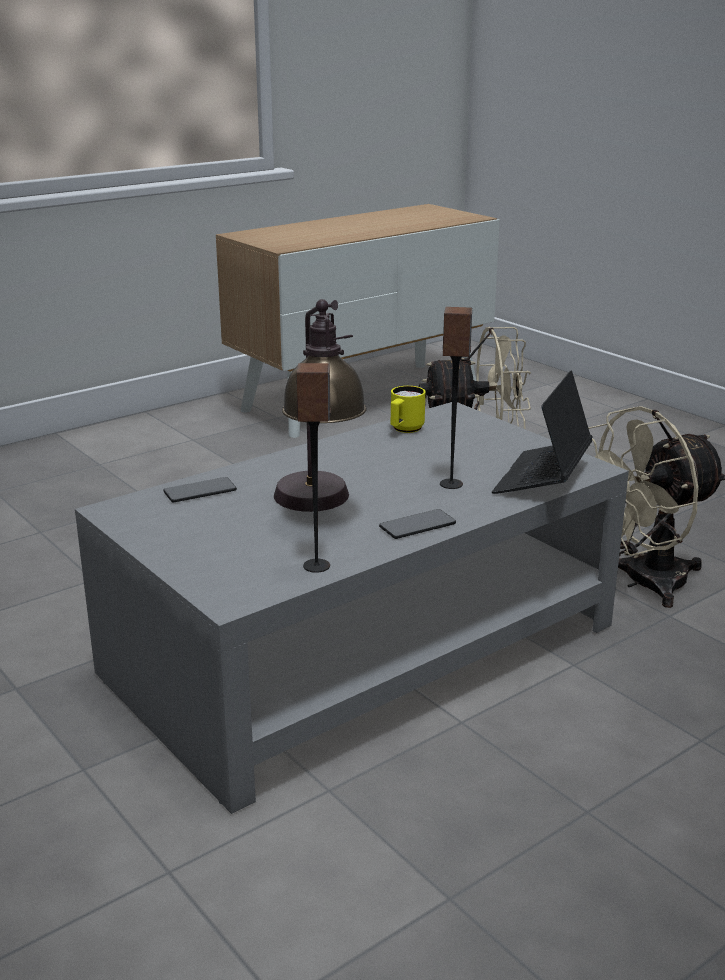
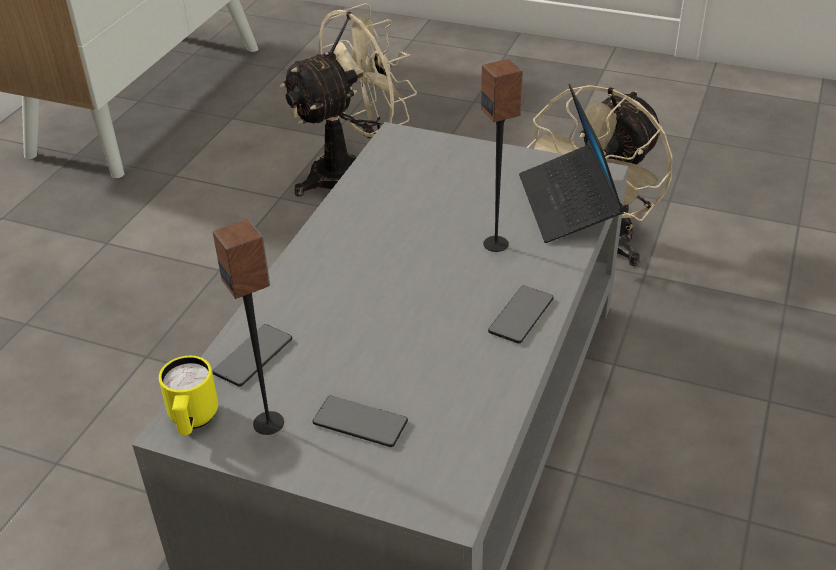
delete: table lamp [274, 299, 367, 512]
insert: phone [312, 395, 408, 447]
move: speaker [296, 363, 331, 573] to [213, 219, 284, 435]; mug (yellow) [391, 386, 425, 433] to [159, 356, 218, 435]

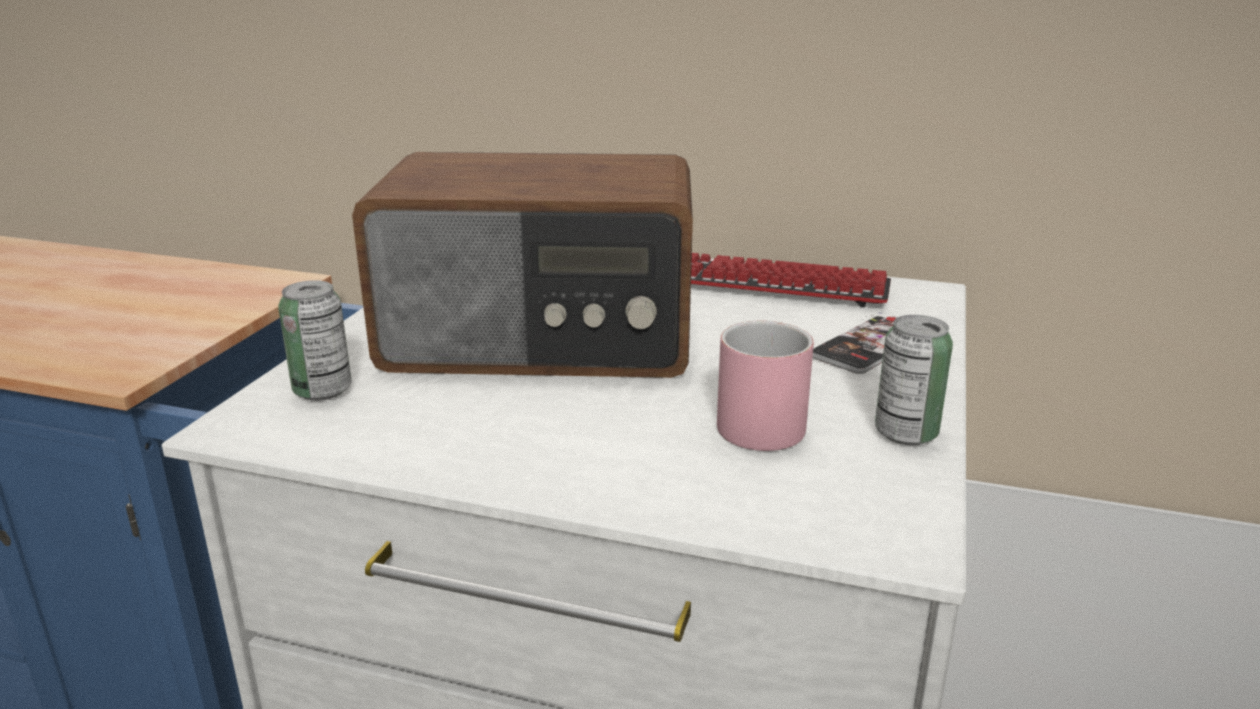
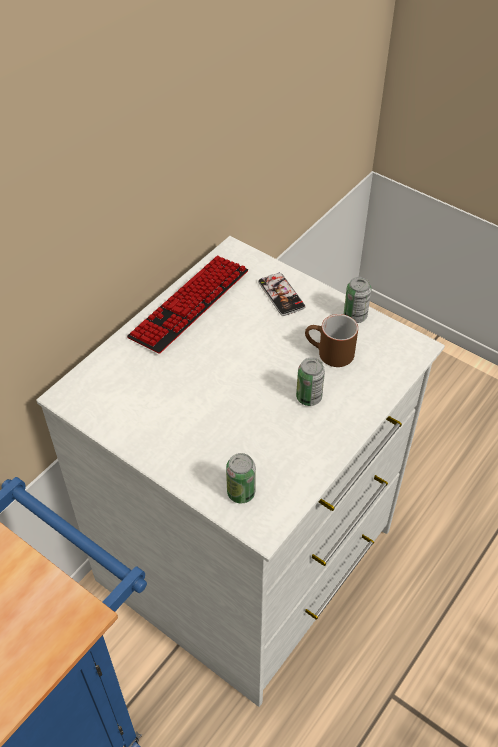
delete: radio [352, 152, 693, 378]
insert: can [296, 358, 325, 406]
recolor: mug (pink) [717, 321, 814, 451] to mug (brown) [305, 314, 358, 367]

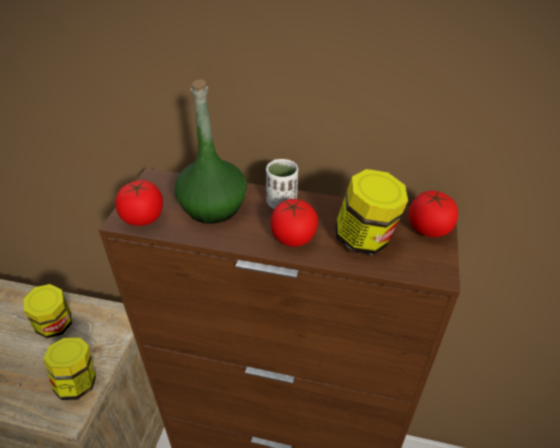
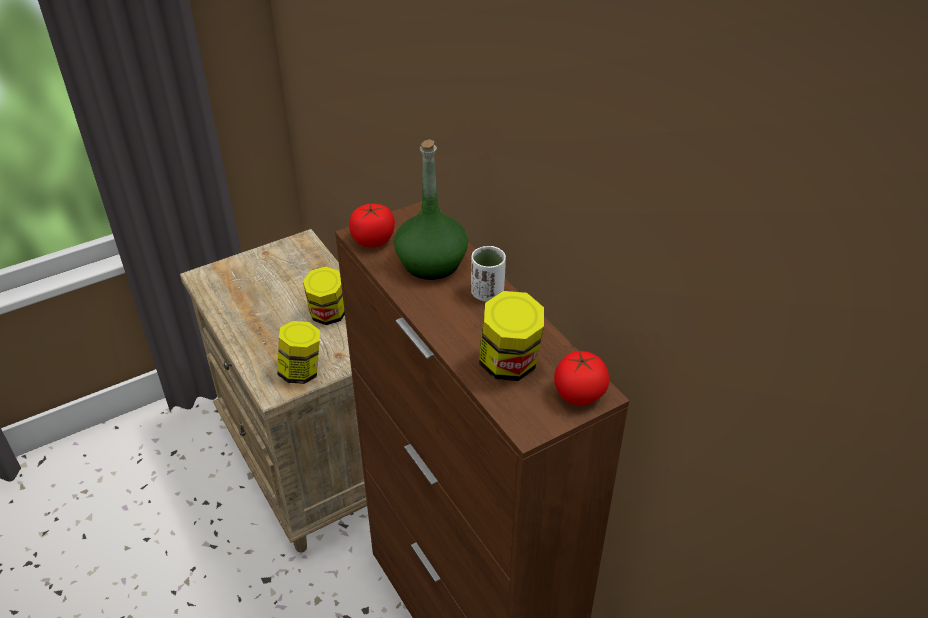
delete: tomato [271, 199, 318, 247]

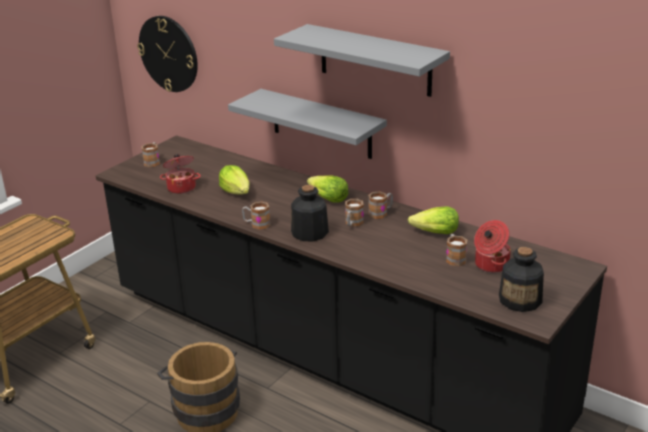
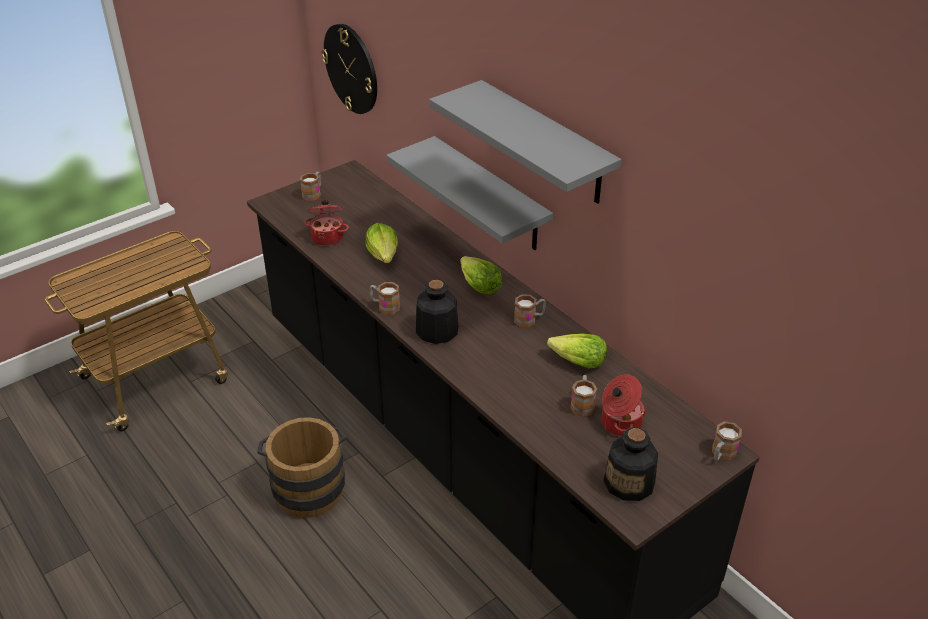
move: mug [345, 199, 364, 226] to [712, 421, 742, 461]

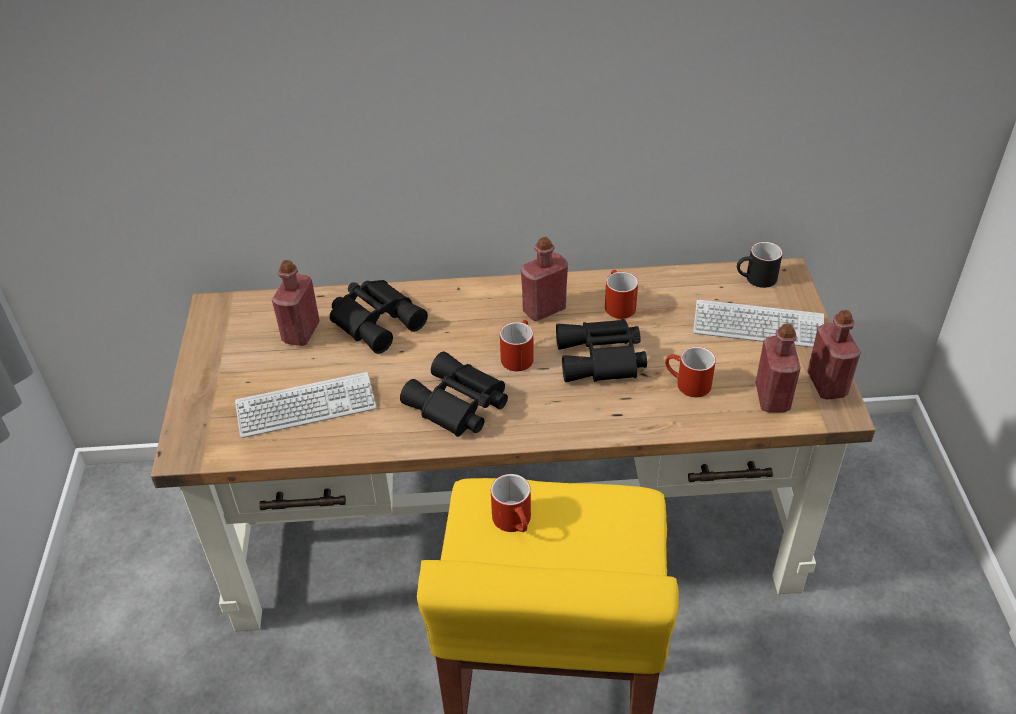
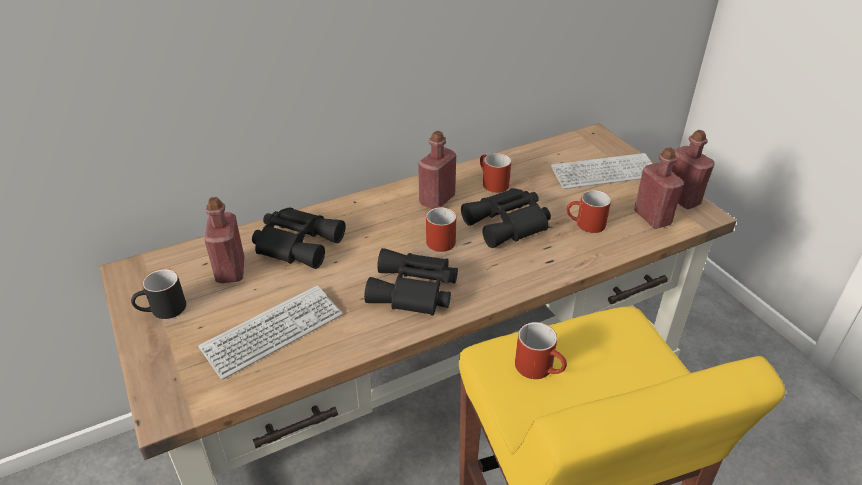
move: mug (black) [737, 242, 783, 288] to [131, 269, 186, 319]

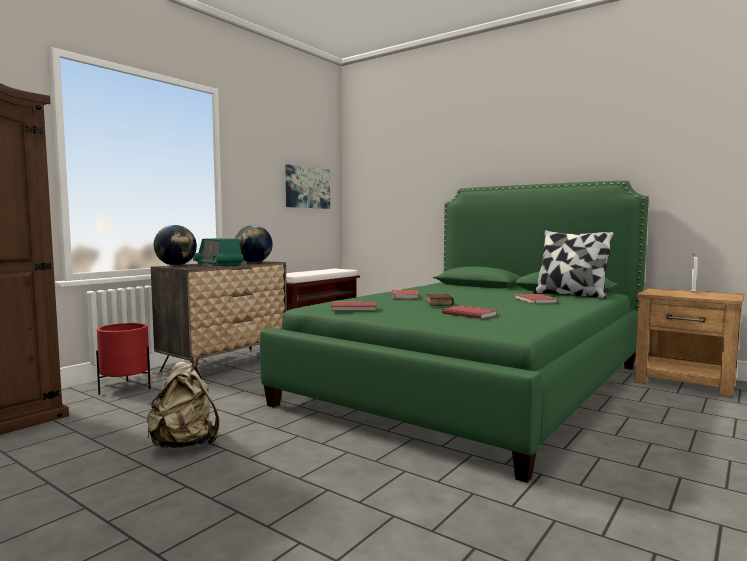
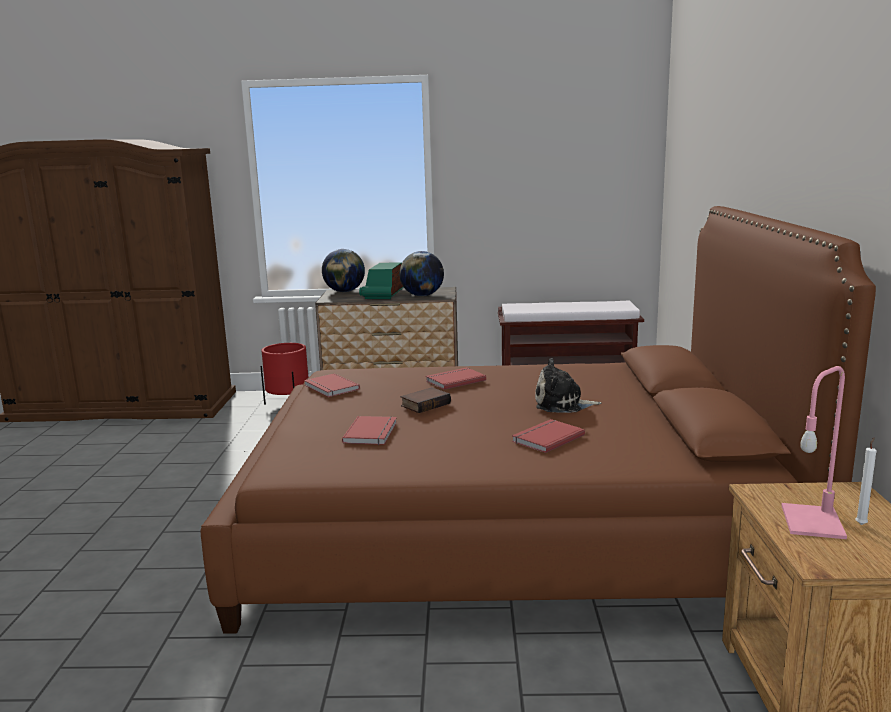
delete: backpack (beige) [147, 357, 219, 448]; picture [285, 164, 330, 209]; pillow [533, 230, 614, 299]
insert: plush toy [535, 358, 601, 412]; table lamp (pink) [781, 366, 847, 539]
recolor: bed (green) [260, 181, 649, 483] to bed (brown) [200, 206, 876, 634]

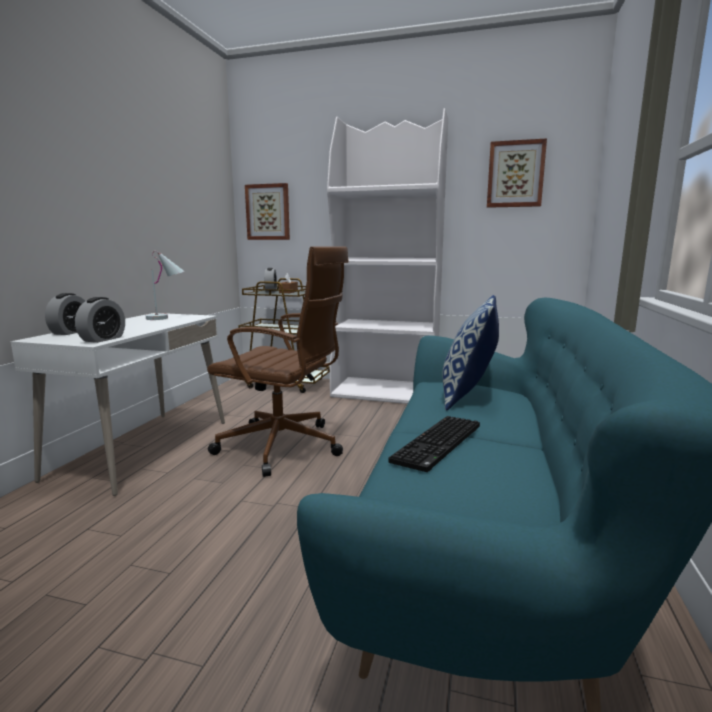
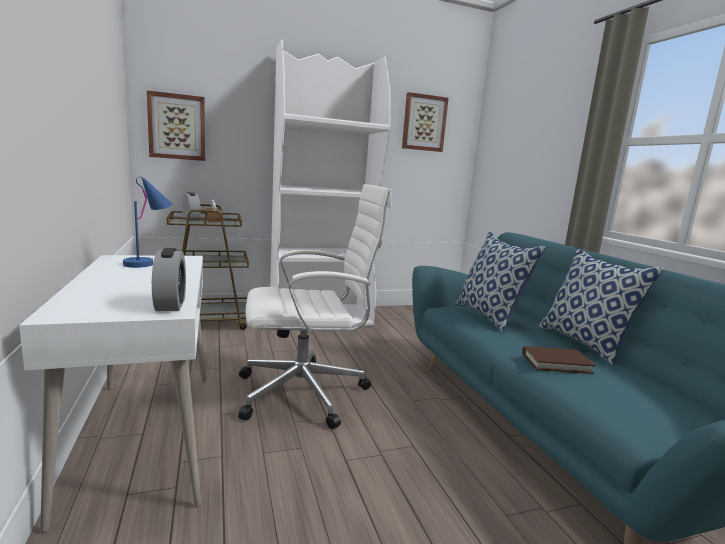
delete: alarm clock [45, 293, 85, 335]
insert: pillow [539, 247, 664, 365]
replace: keyboard [388, 416, 480, 472] to book (brown) [522, 346, 596, 374]
recolor: table lamp (white) [146, 251, 184, 320] to table lamp (blue) [123, 176, 173, 268]; office chair (brown) [207, 246, 349, 477] to office chair (white) [238, 184, 392, 429]

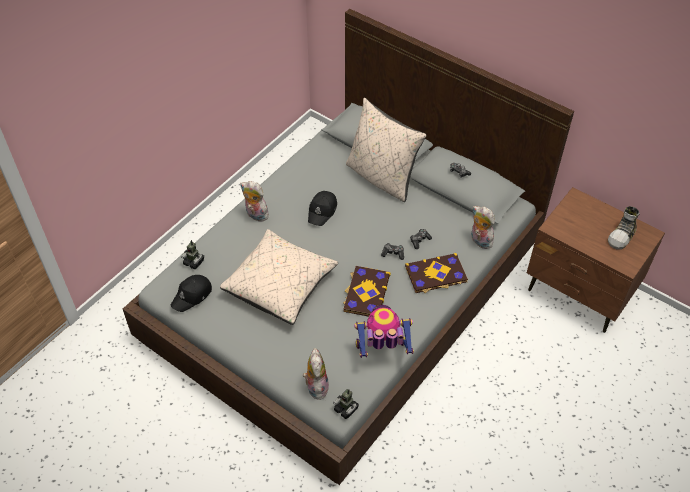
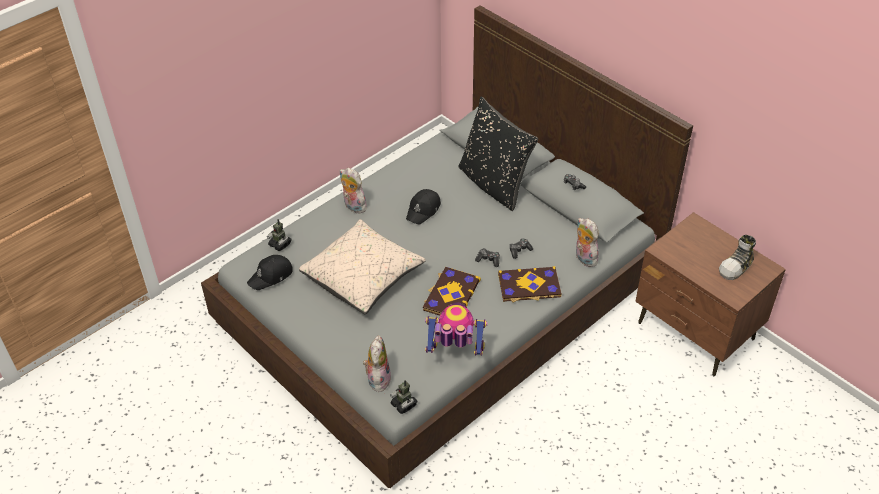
recolor: pillow (beige) [346, 98, 426, 202] to pillow (black) [458, 96, 538, 211]

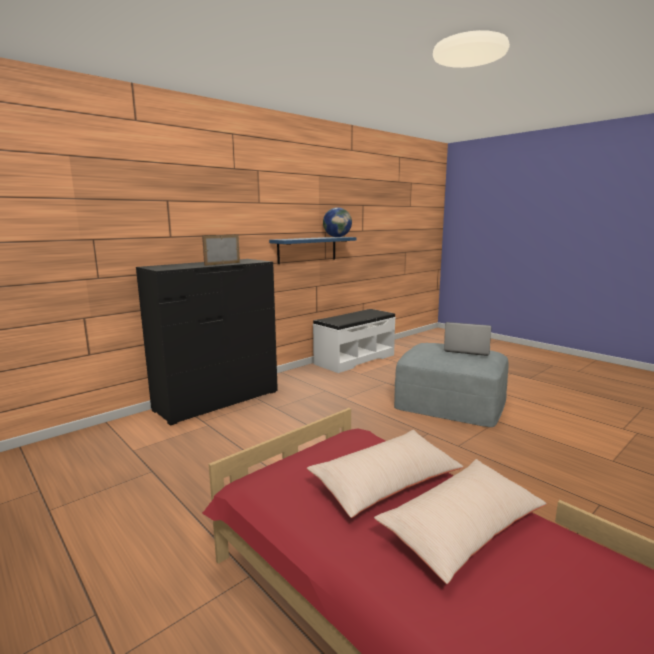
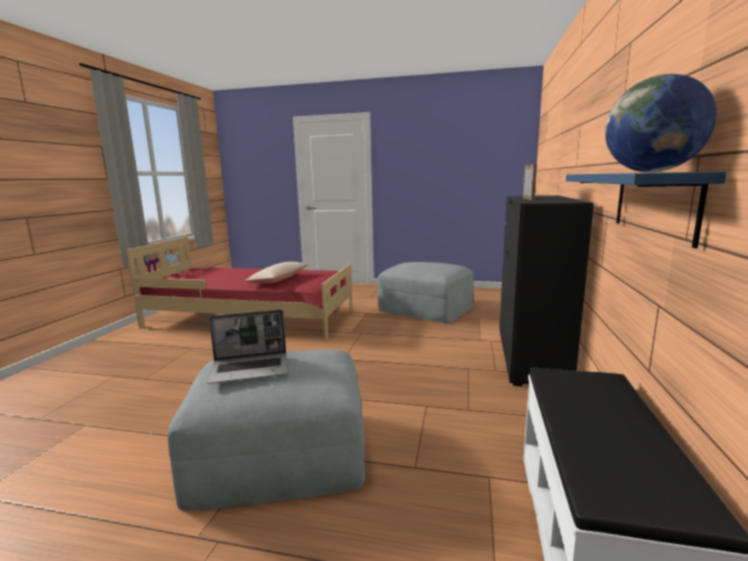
delete: pillow (beige) [374, 459, 547, 584]
insert: ottoman (grey) [378, 262, 474, 323]

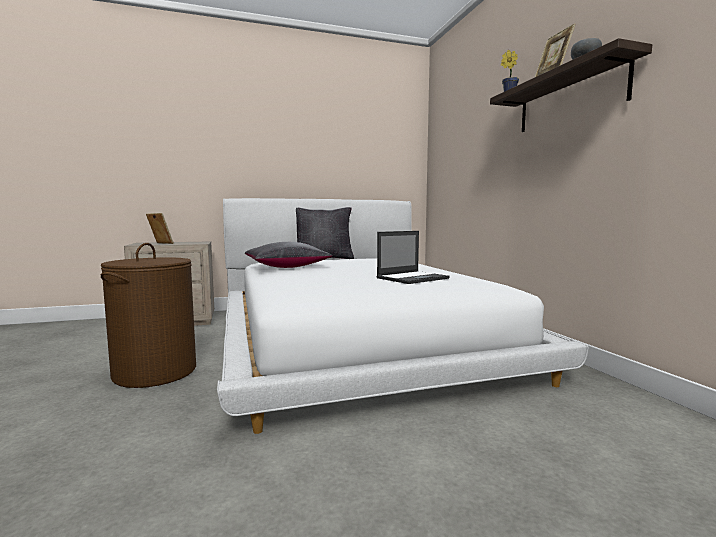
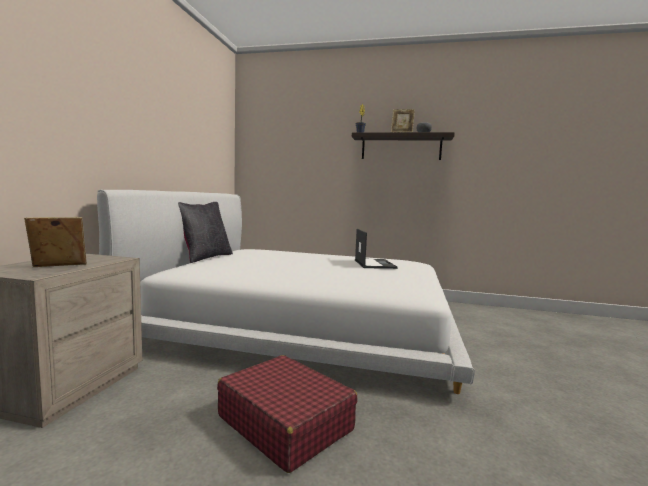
delete: pillow (black) [245, 242, 333, 268]
replace: laundry basket (brown) [101, 243, 196, 388] to suitcase (red) [217, 355, 358, 473]

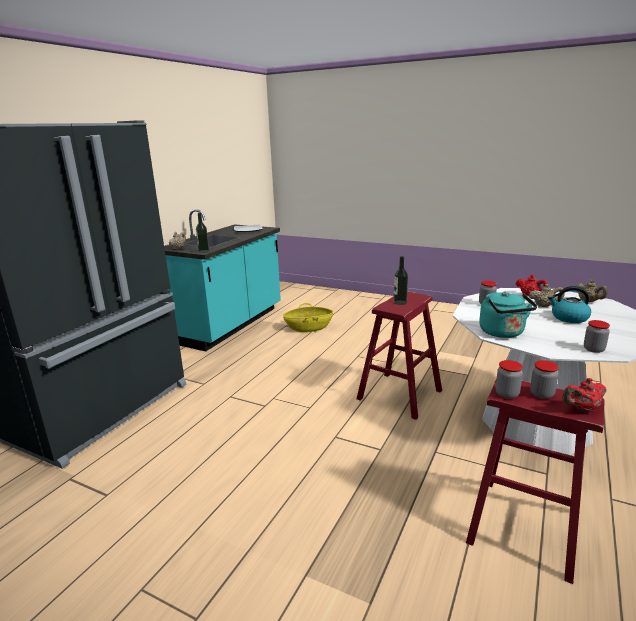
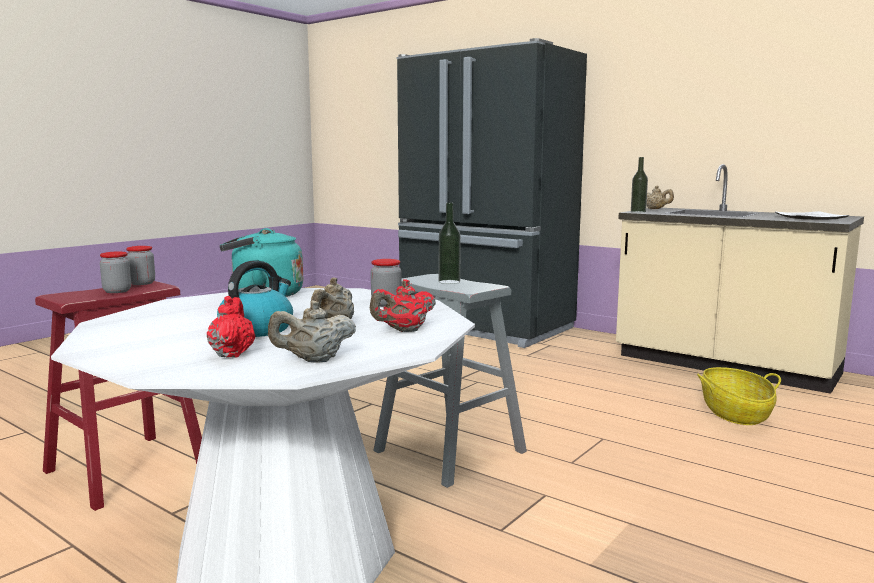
delete: jar [584, 320, 610, 353]
move: teapot (red) [562, 378, 607, 412] to [207, 296, 256, 358]
recolor: counter (turquoise) [164, 209, 281, 352] to counter (beige) [616, 164, 864, 394]; stool (red) [357, 291, 442, 420] to stool (grey) [373, 274, 527, 488]

